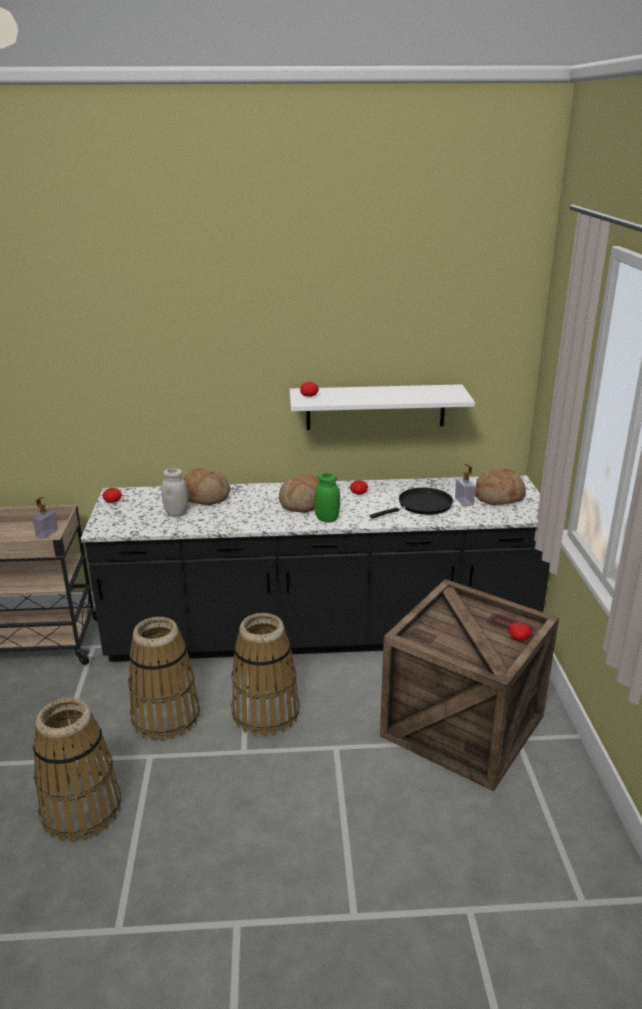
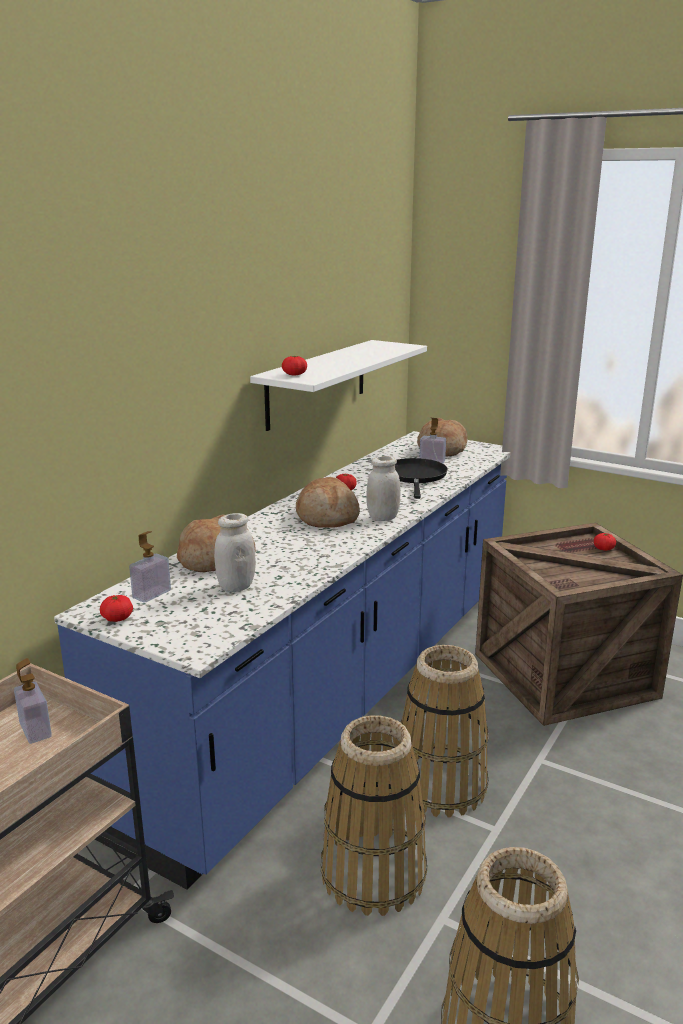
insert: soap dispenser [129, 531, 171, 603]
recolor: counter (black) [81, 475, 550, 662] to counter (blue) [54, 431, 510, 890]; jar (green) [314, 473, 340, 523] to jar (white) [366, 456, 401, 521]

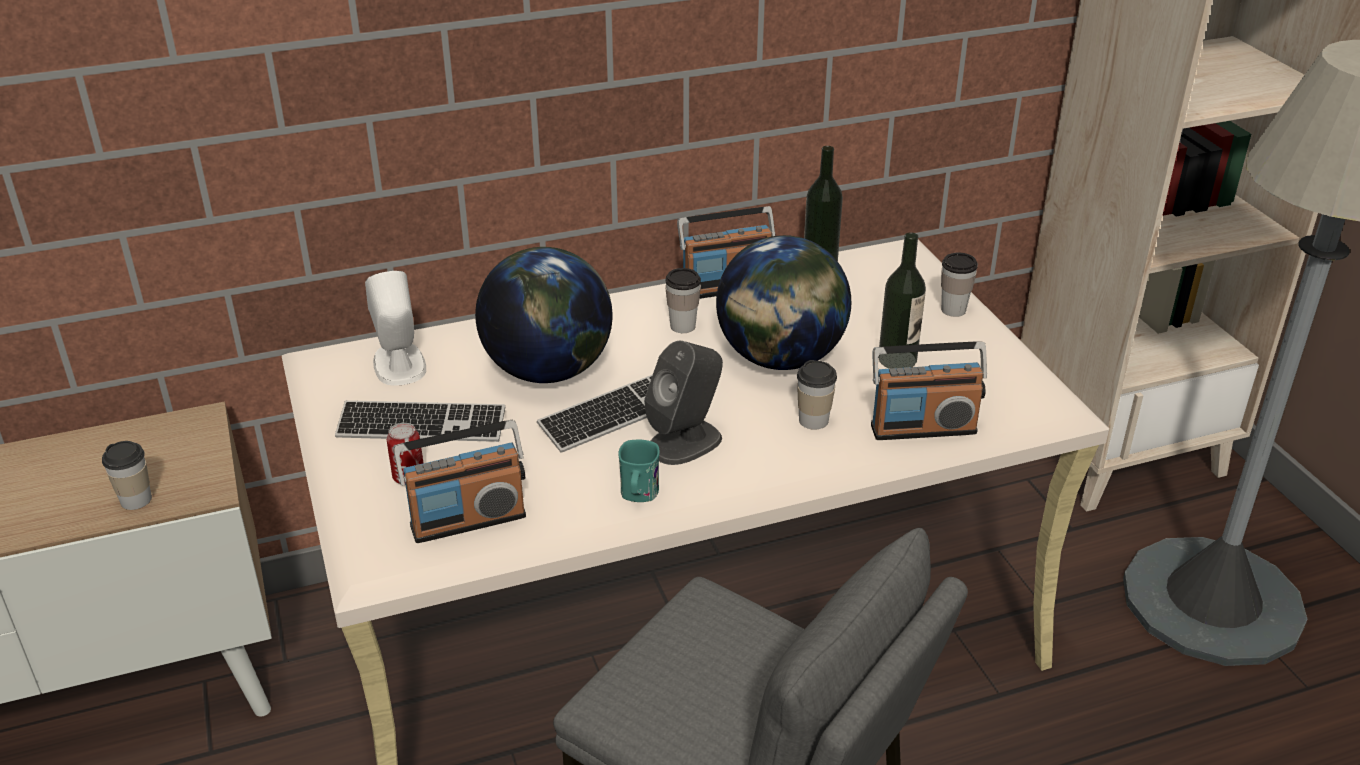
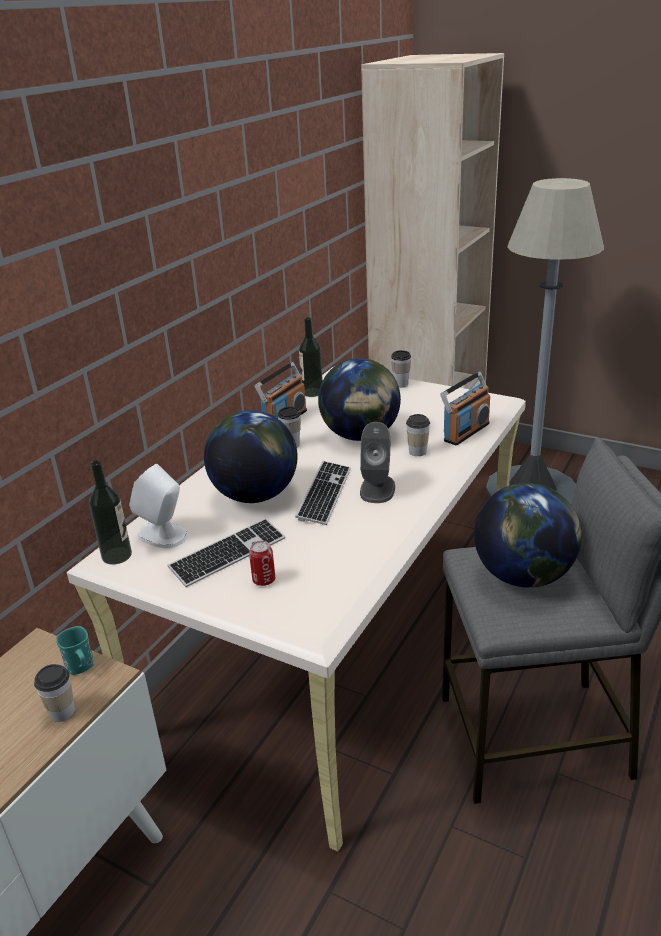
delete: radio [393, 420, 526, 543]
insert: globe [474, 483, 582, 588]
move: mug (turquoise) [618, 440, 660, 502] to [56, 626, 94, 675]; bottle [878, 232, 926, 369] to [89, 460, 132, 565]

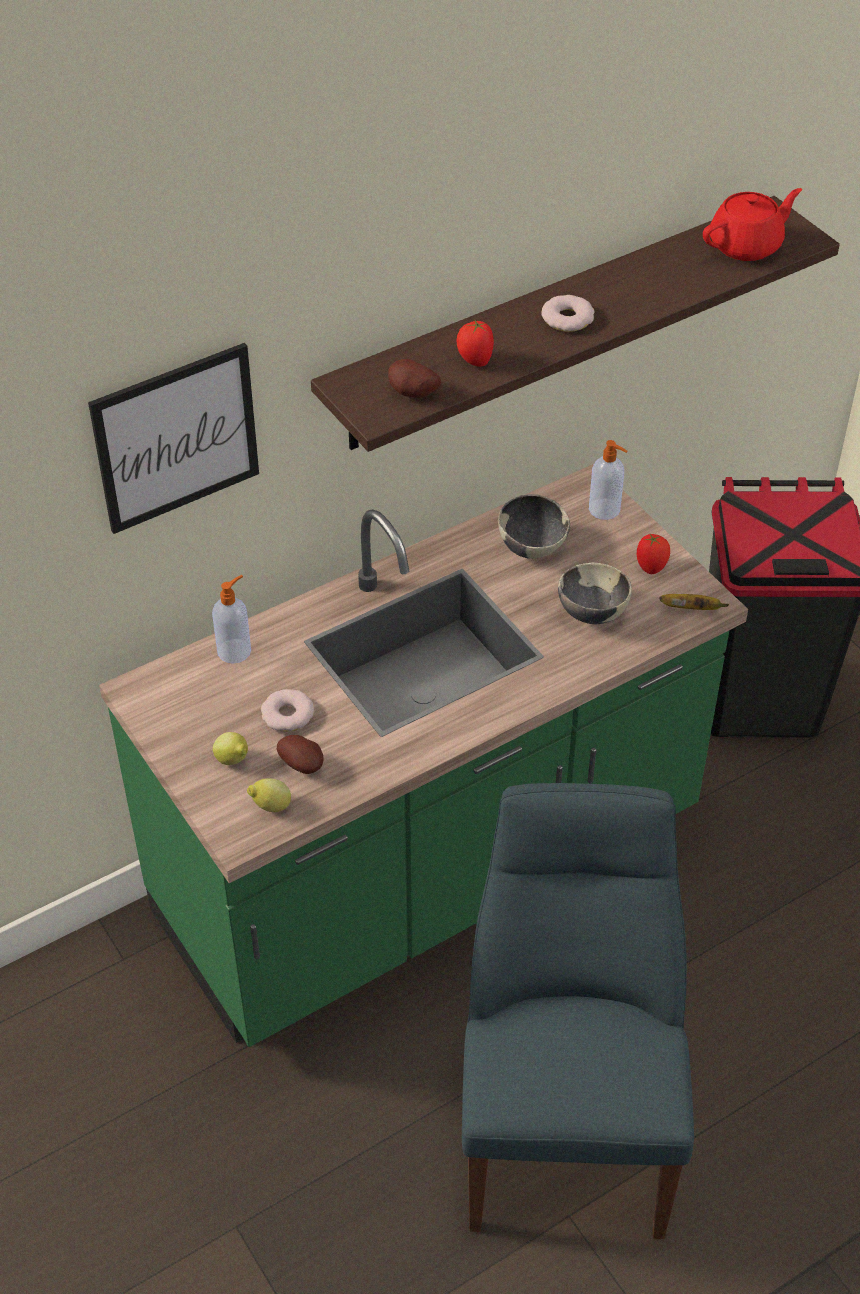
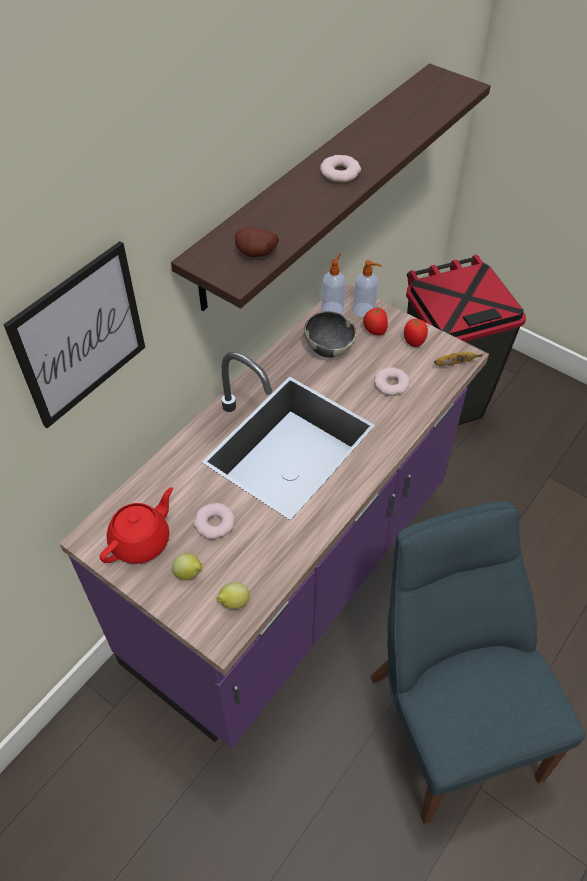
delete: potato [277, 735, 324, 774]
move: soap dispenser [212, 575, 251, 664] to [322, 253, 346, 314]; tomato [457, 319, 494, 367] to [363, 308, 388, 335]; teapot (red) [703, 188, 802, 261] to [100, 487, 173, 564]
replace: bowl [558, 563, 632, 624] to donut [374, 367, 410, 396]
recolor: counter (green) [99, 464, 748, 1047] to counter (purple) [59, 283, 489, 749]

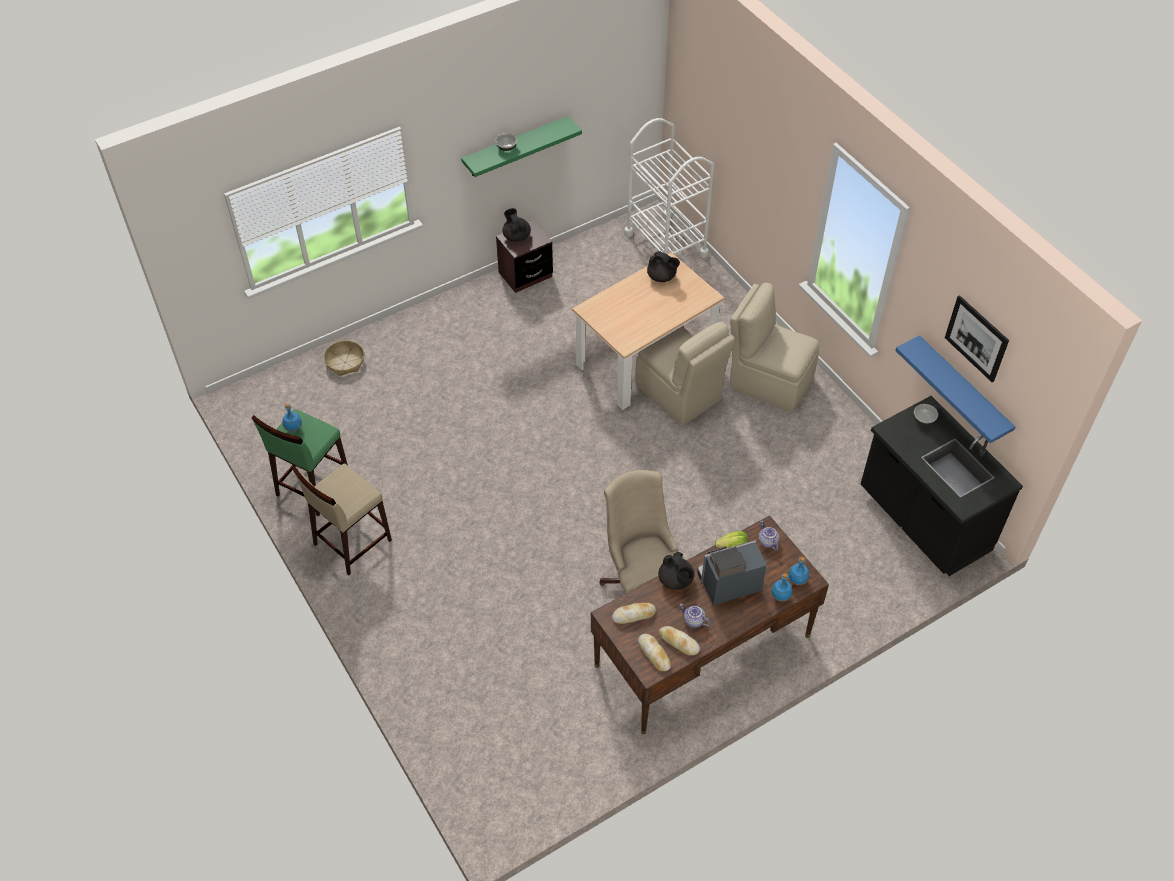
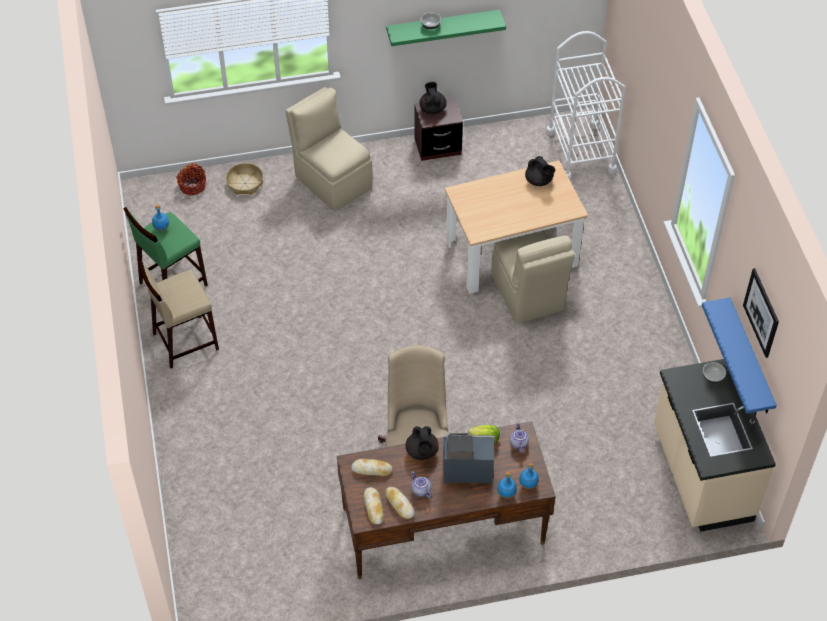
insert: basket [176, 163, 206, 196]
move: chair (beige) [729, 283, 819, 413] to [285, 87, 373, 211]
recolor: counter (black) [861, 396, 1023, 576] to counter (beige) [654, 359, 776, 532]

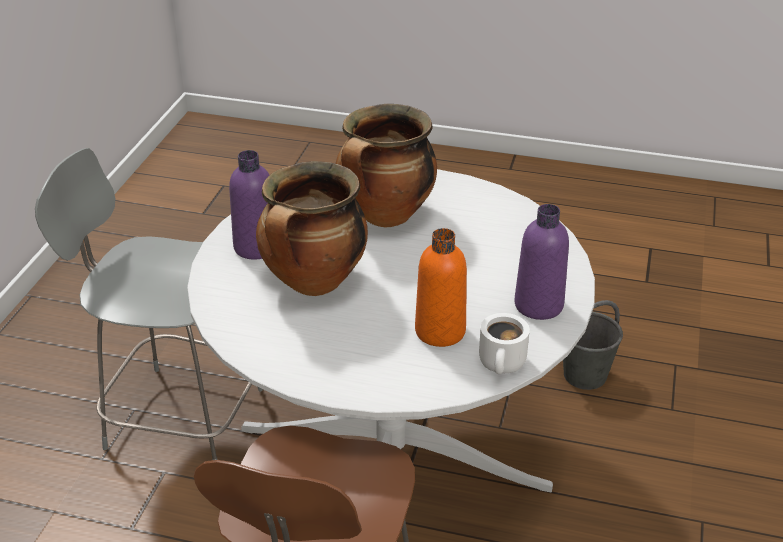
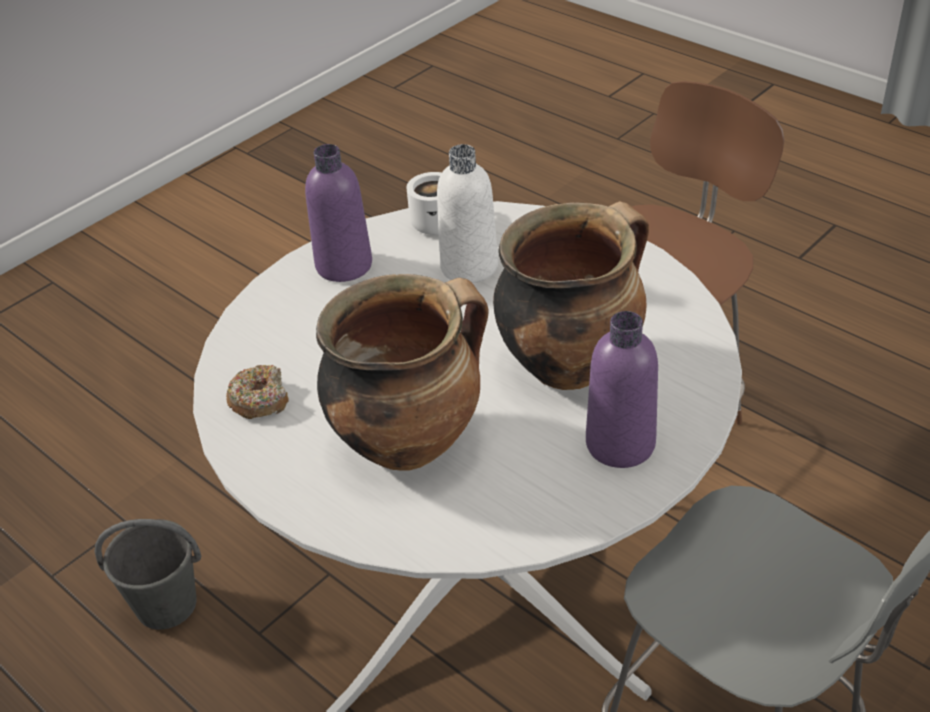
insert: donut [226, 365, 288, 419]
recolor: bottle (orange) [415, 228, 467, 347] to bottle (white) [437, 144, 498, 283]

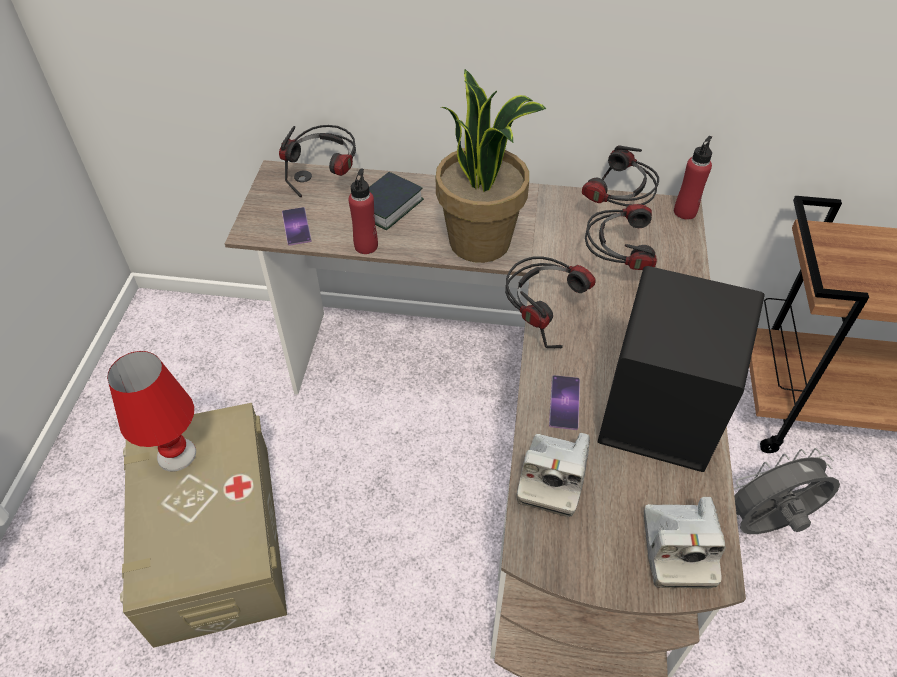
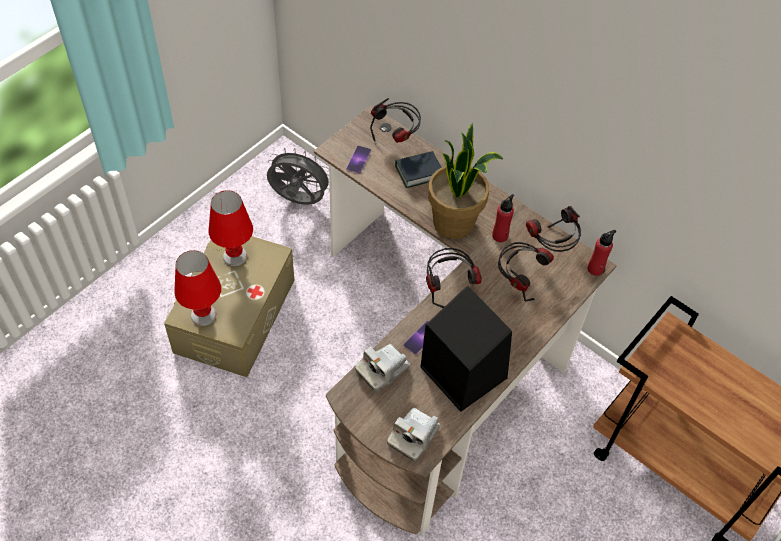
insert: table lamp (red) [174, 250, 221, 326]
move: bottle (red) [348, 168, 378, 254] to [492, 194, 514, 242]; fan (grey) [734, 448, 840, 534] to [267, 148, 330, 205]

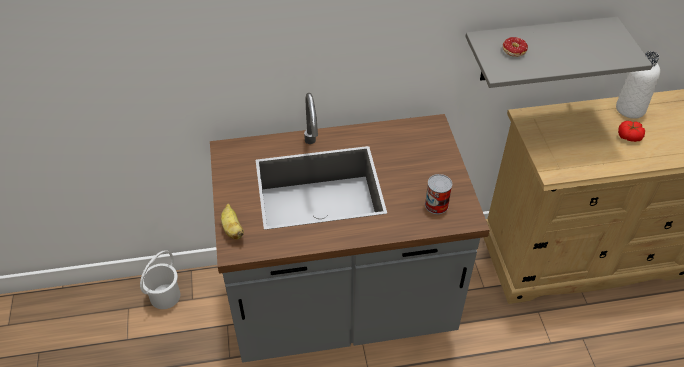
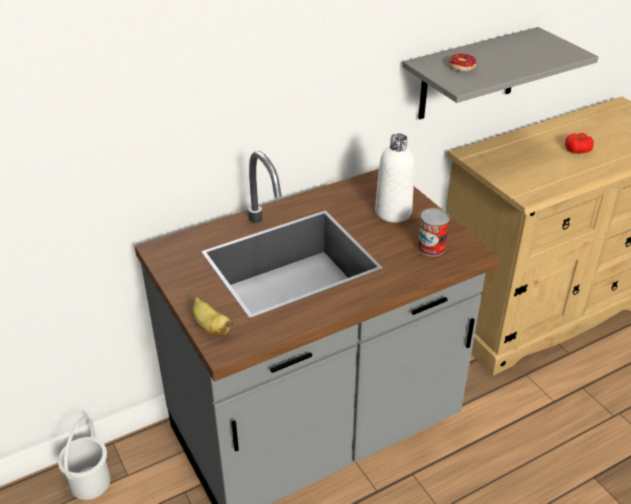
move: bottle (white) [616, 51, 660, 119] to [375, 133, 415, 222]

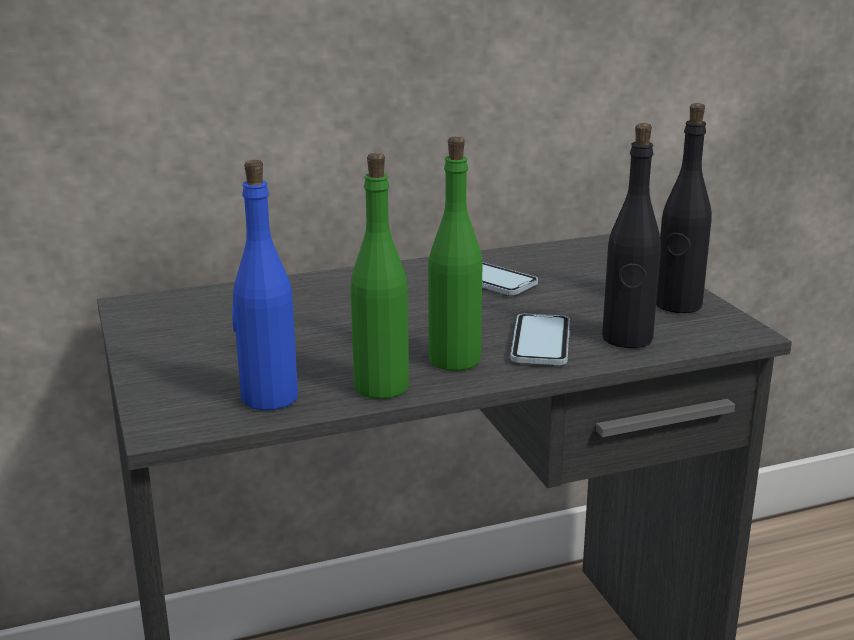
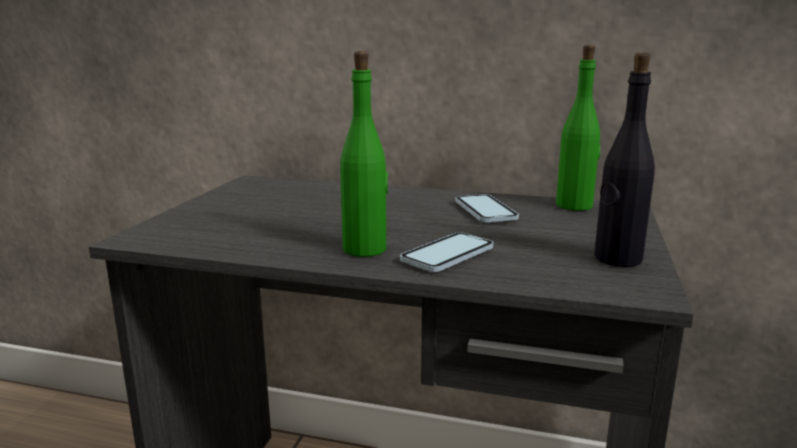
delete: bottle (blue) [232, 160, 298, 410]; bottle (black) [602, 123, 661, 348]
move: bottle (green) [351, 153, 409, 399] to [556, 45, 600, 211]

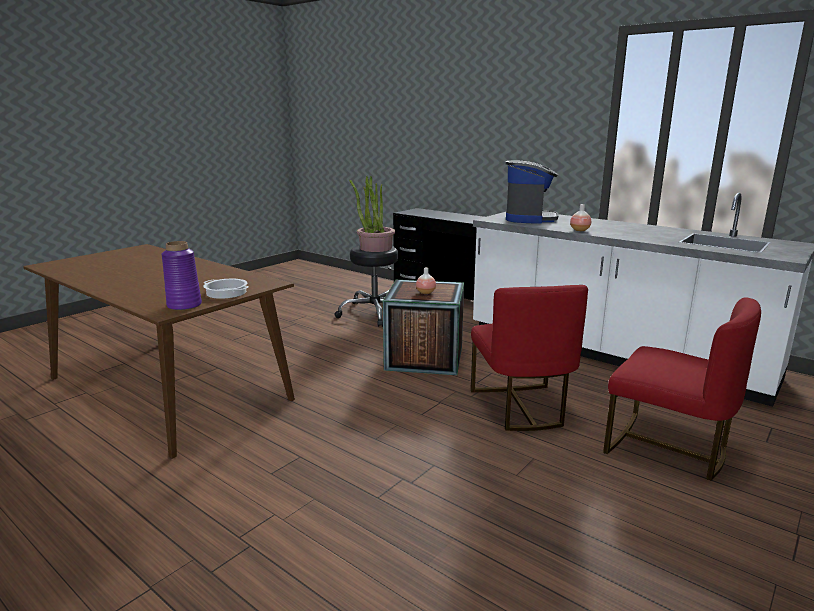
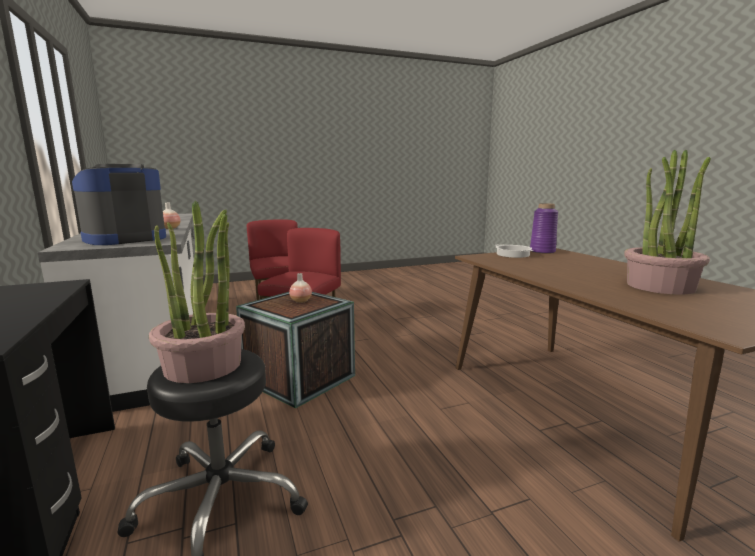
insert: potted plant [624, 150, 711, 295]

